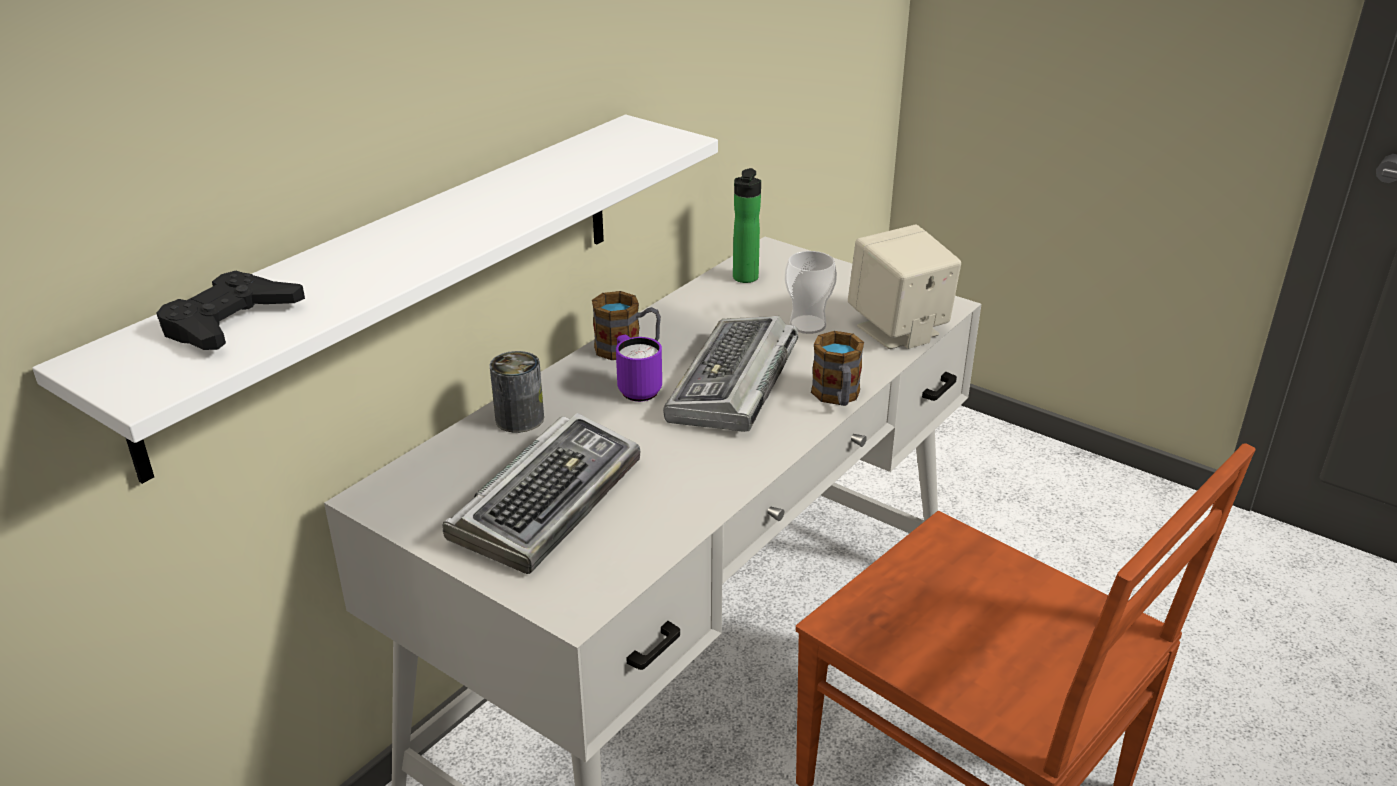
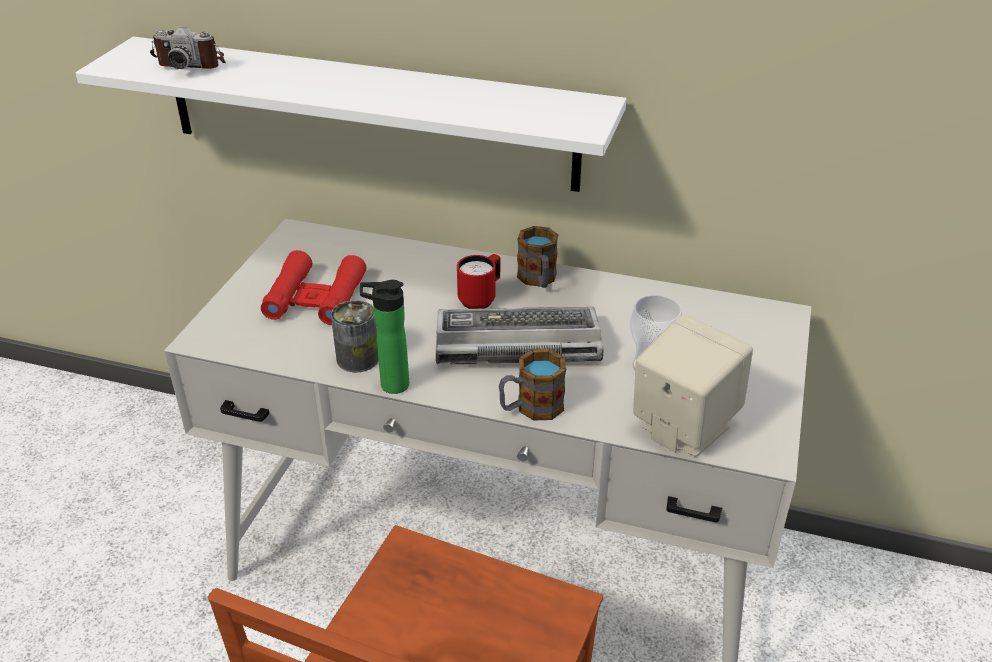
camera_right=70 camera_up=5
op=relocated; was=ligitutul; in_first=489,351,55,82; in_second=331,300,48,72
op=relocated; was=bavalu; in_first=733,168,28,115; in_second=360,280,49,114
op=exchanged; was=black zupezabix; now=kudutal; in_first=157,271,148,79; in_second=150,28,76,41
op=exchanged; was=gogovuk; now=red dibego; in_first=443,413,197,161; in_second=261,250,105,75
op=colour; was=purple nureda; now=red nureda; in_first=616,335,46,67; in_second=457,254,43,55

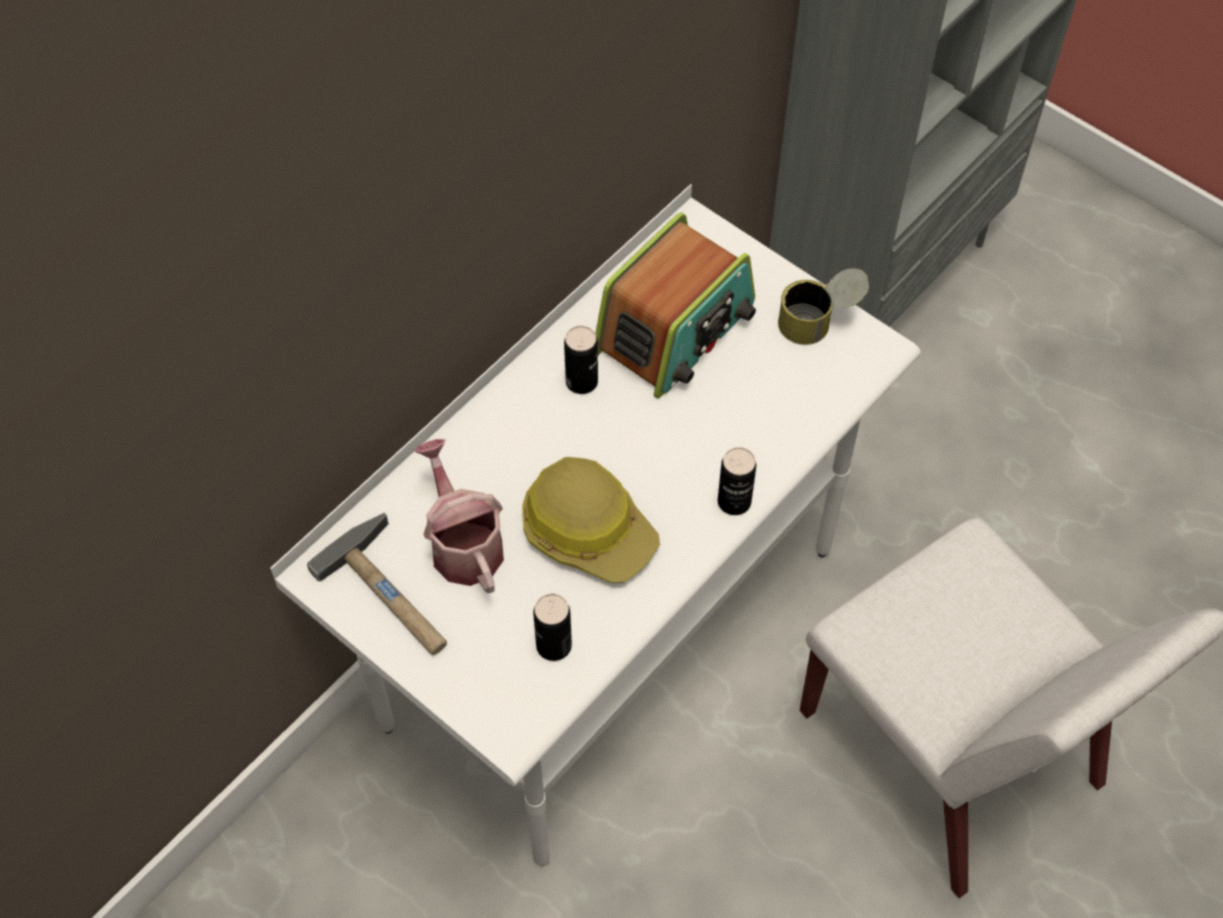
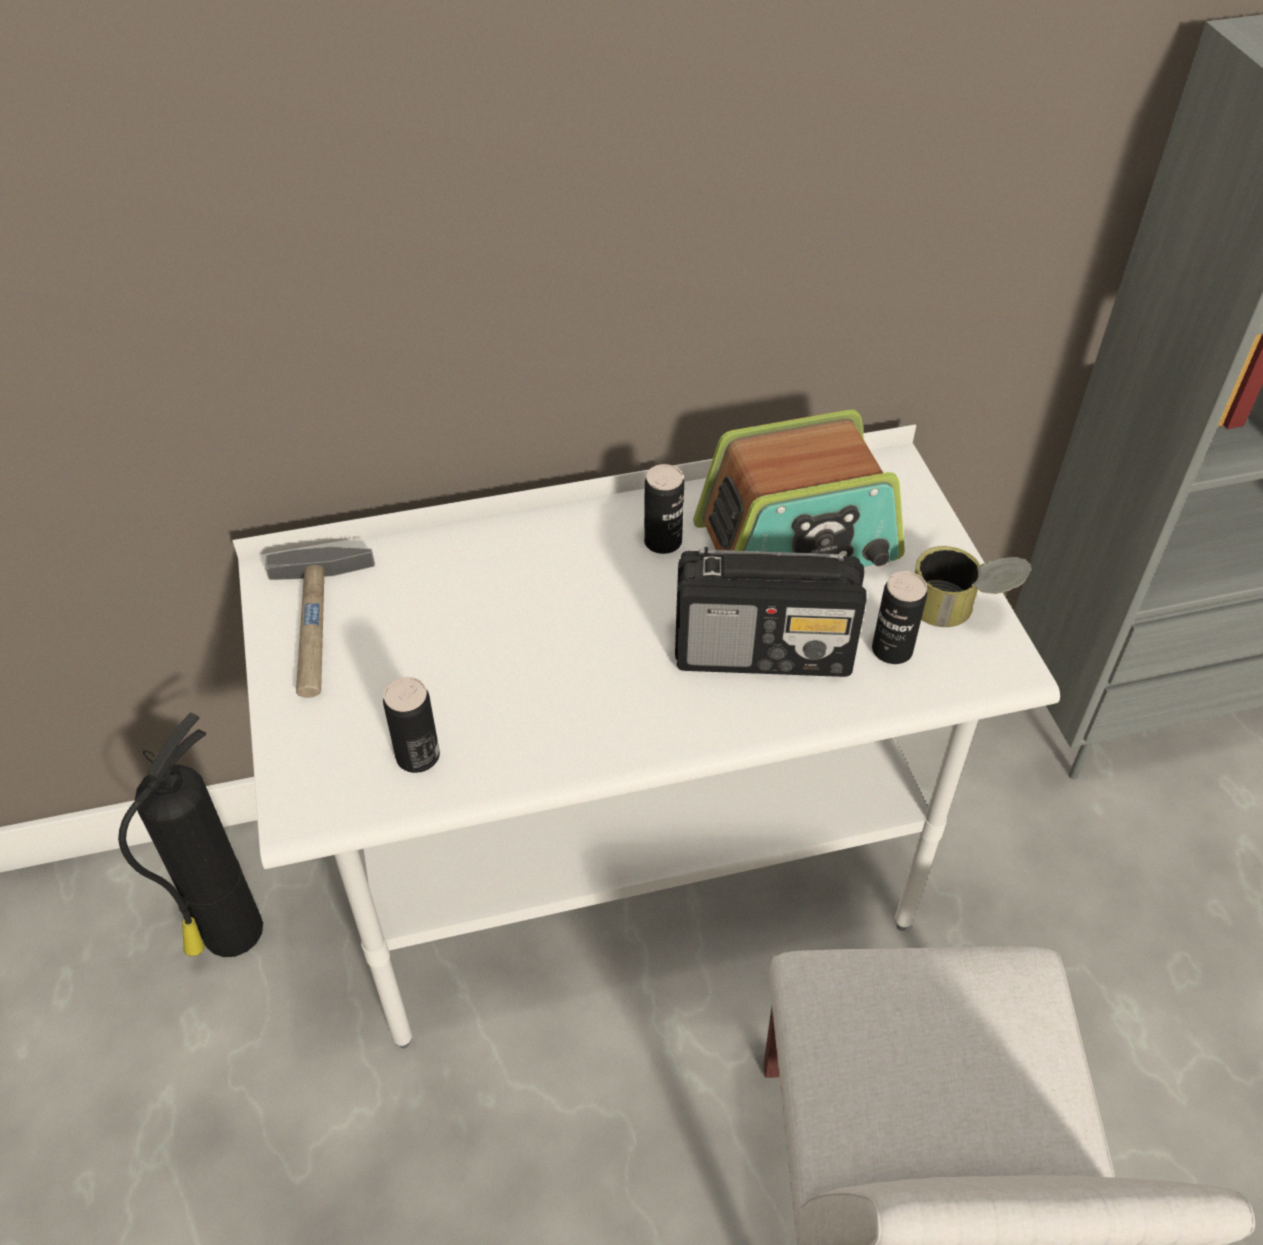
camera_right=35 camera_up=-10
op=missing; was=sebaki; in_first=415,439,89,154
op=missing; was=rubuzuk; in_first=522,457,138,126
op=appeared; now=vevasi; in_second=118,713,145,244
op=appeared; now=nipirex; in_second=675,547,192,130
op=relocated; was=ligitutul; in_first=718,447,38,68; in_second=872,571,55,93

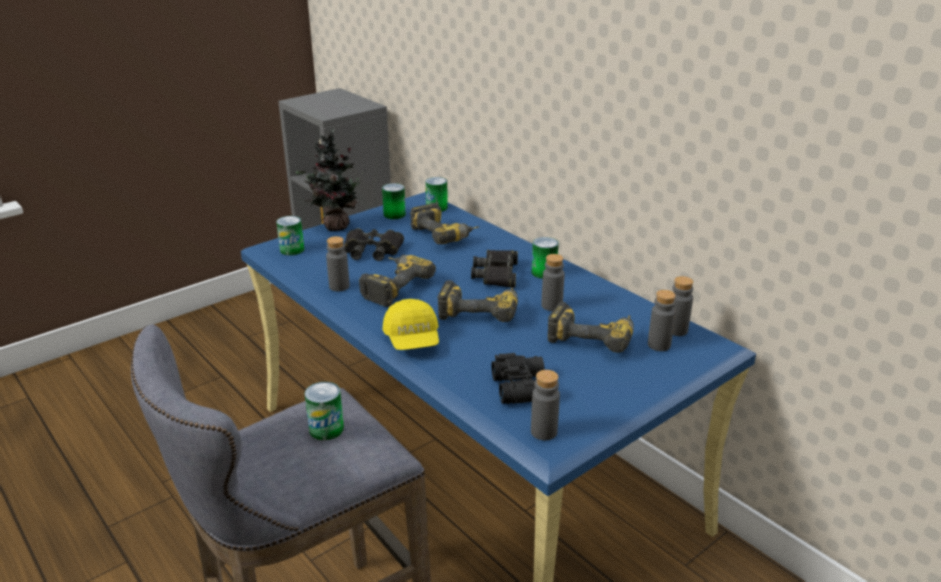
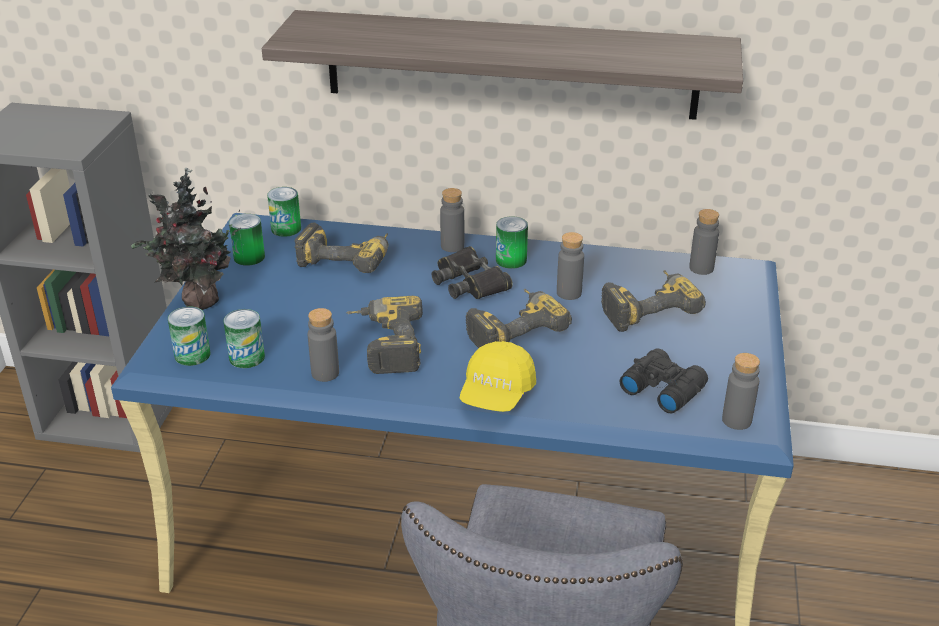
camera_right=-40 camera_up=5
op=missing; was=black dibego; in_first=344,228,60,33
op=appeared; now=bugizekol; in_second=262,10,481,110
op=relocated; was=ligitutul; in_first=304,382,40,58; in_second=224,309,41,59
op=relocated; was=grey bavalu; in_first=648,290,28,61; in_second=440,188,24,64
op=spun; was=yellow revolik; in_first=382,299,57,51; in_second=460,341,76,71; clockwise=75

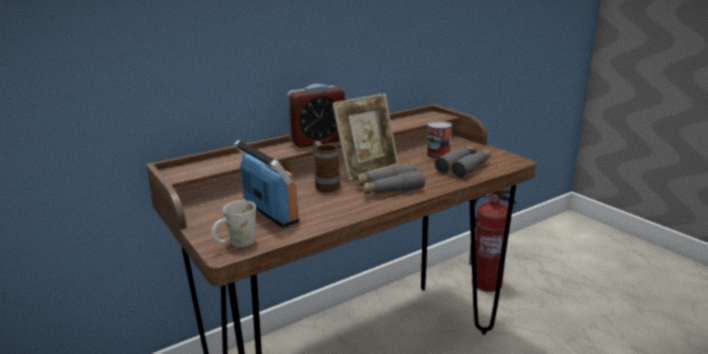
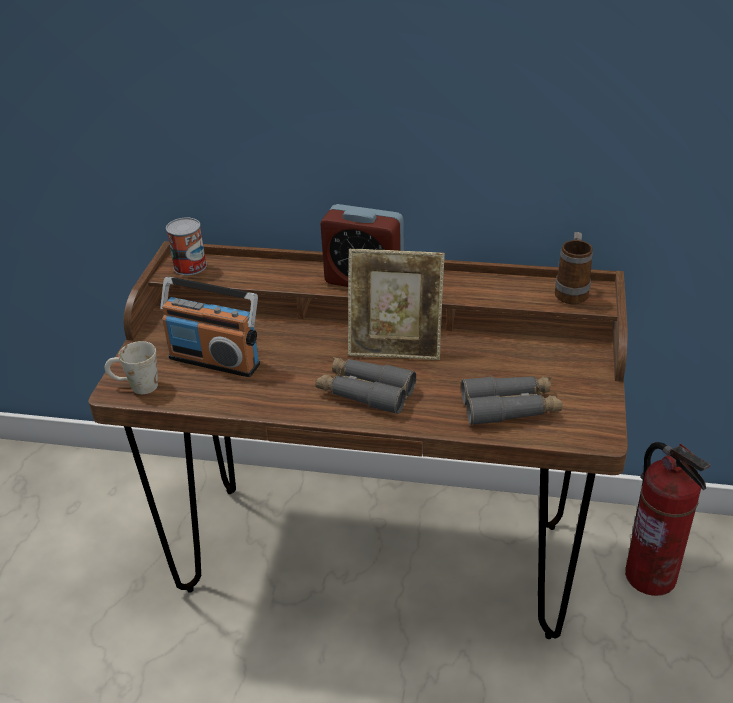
camera_right=45 camera_up=15
op=relocated; was=nureda; in_first=313,141,28,51; in_second=555,232,38,72
op=relocated; was=ligitutul; in_first=427,121,25,38; in_second=166,217,41,58
op=spun; was=nipirex; in_first=234,140,66,88; in_second=160,277,100,100; clockwise=105

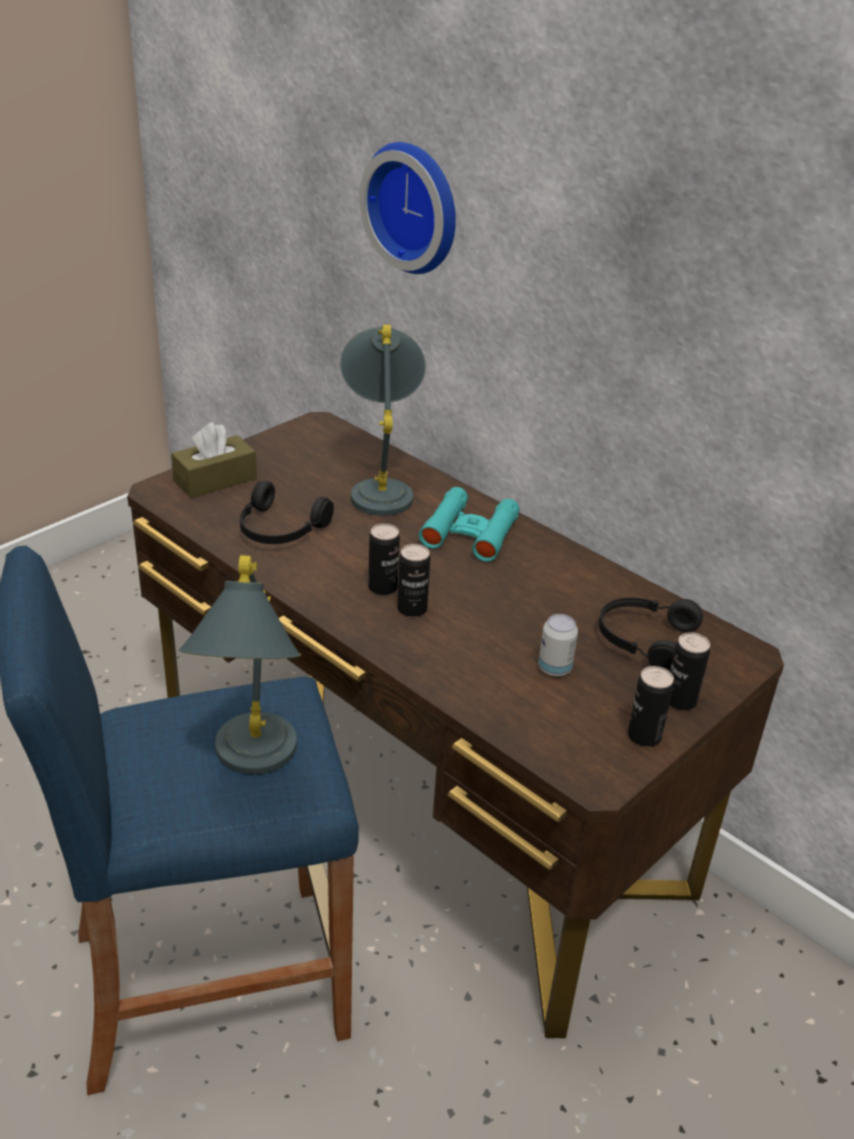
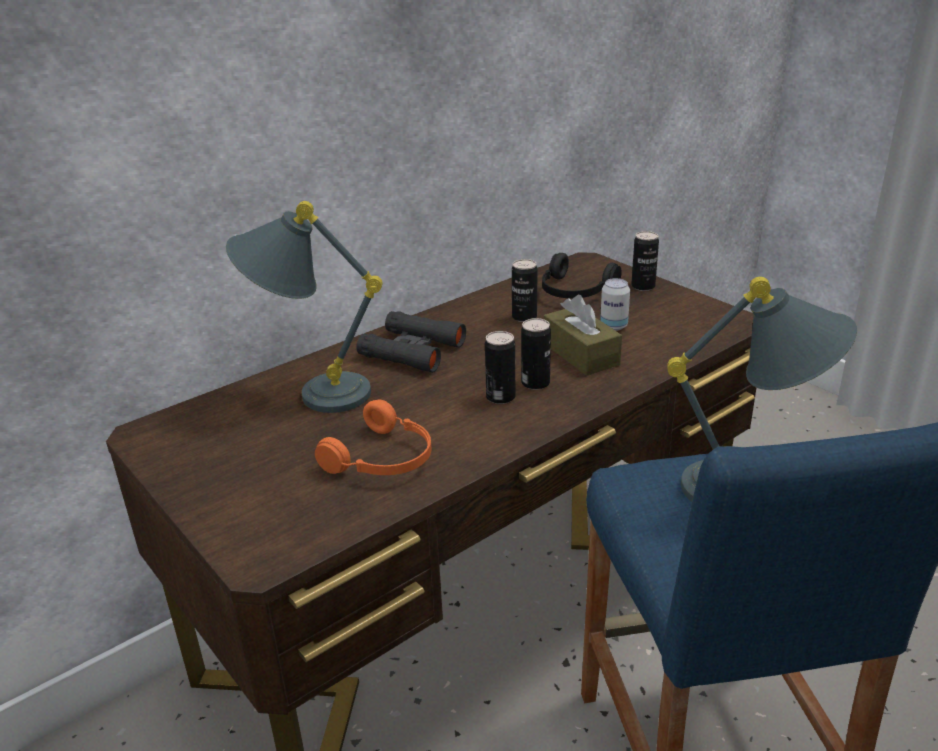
camera_right=-80 camera_up=-5
op=missing; was=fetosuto; in_first=359,142,97,132
op=relocated; was=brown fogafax; in_first=171,422,86,76; in_second=544,295,78,81
op=relocated; was=ligitutul; in_first=628,666,46,81; in_second=512,259,25,63
op=colour; was=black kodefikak; now=orange kodefikak; in_first=240,481,94,63; in_second=315,400,116,75
op=colour; was=turquoise dibego; now=black dibego; in_first=419,487,101,75; in_second=356,311,110,62

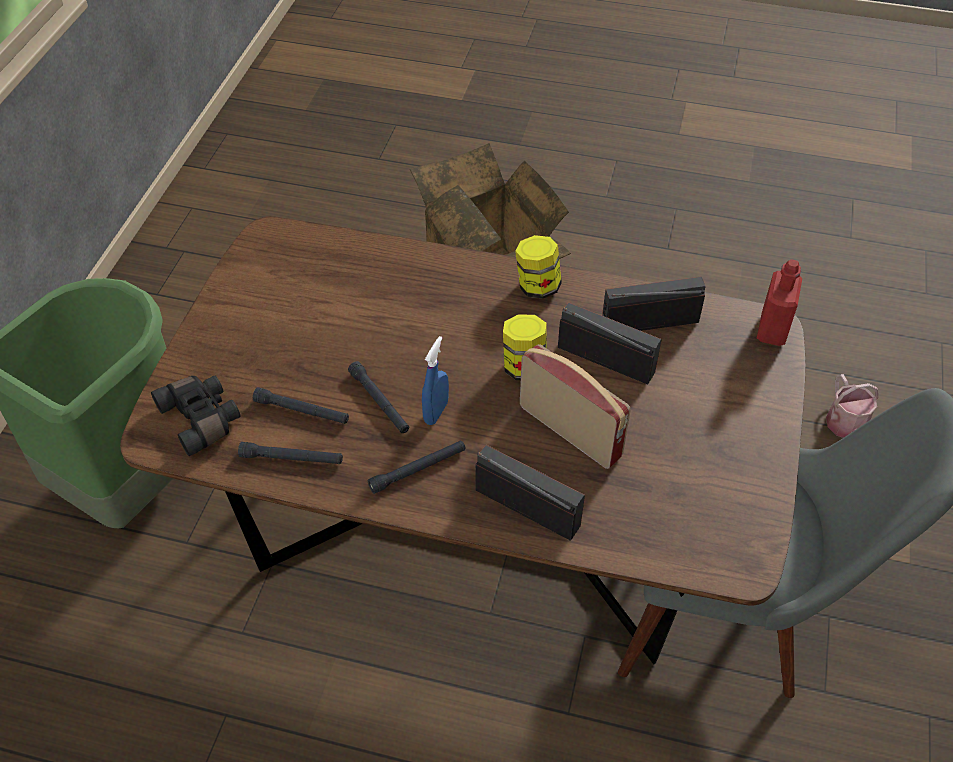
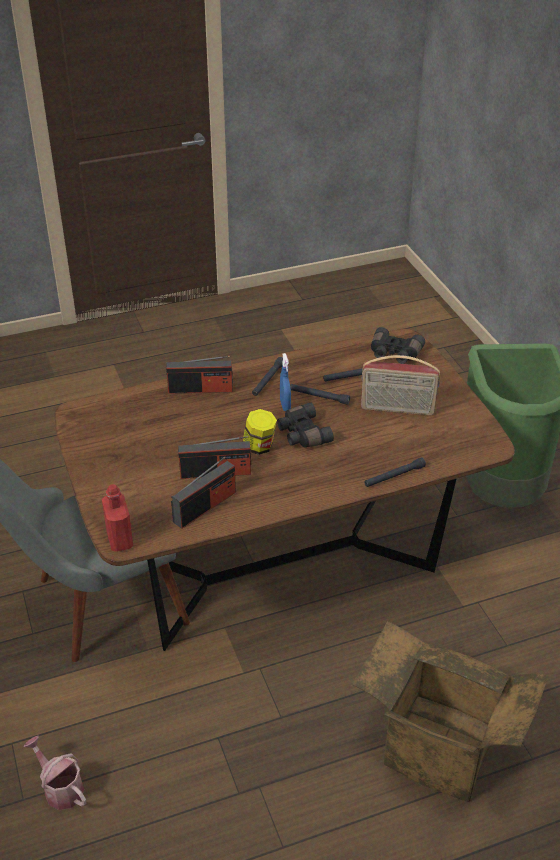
camera_right=145 camera_up=-10
op=missing; was=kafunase; in_first=515,235,47,64
op=appeared; now=black dibego; in_second=277,403,57,45
op=relocated; was=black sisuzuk; in_first=238,442,105,22; in_second=365,457,61,30
op=relocated; was=nipirex; in_first=520,344,111,125; in_second=361,355,79,60

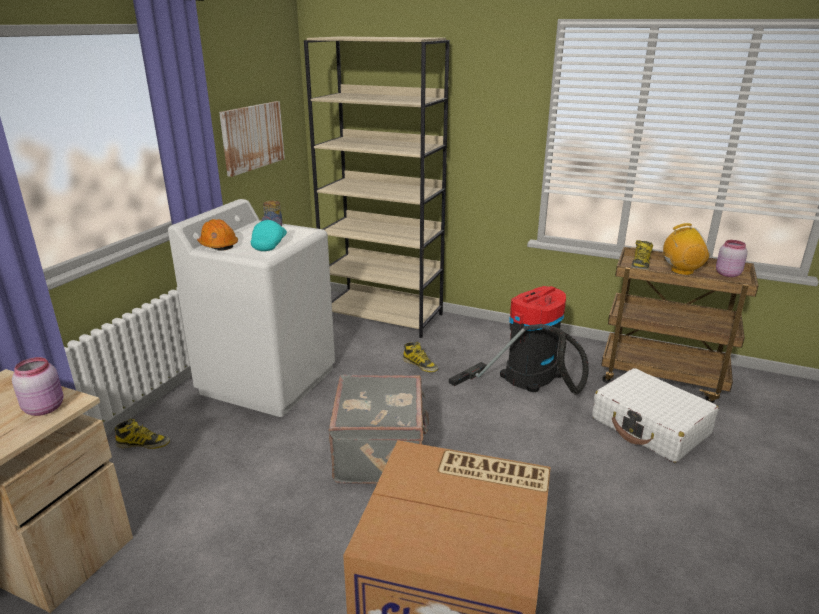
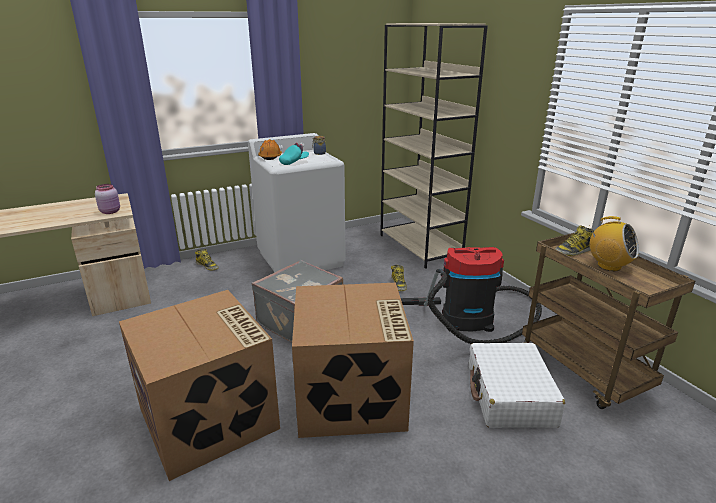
camera_right=40 camera_up=0
op=missing; was=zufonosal; in_first=219,101,66,76
op=missing; was=pink kafunase; in_first=716,240,32,37
op=appeared; now=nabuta; in_second=292,283,122,155

